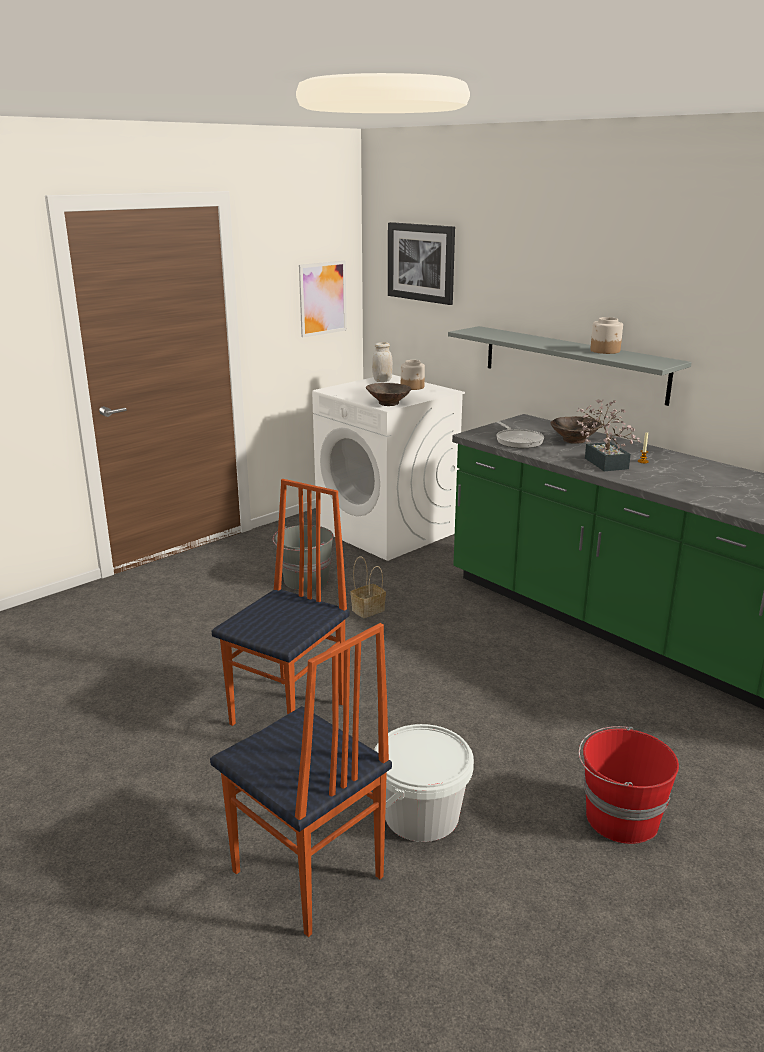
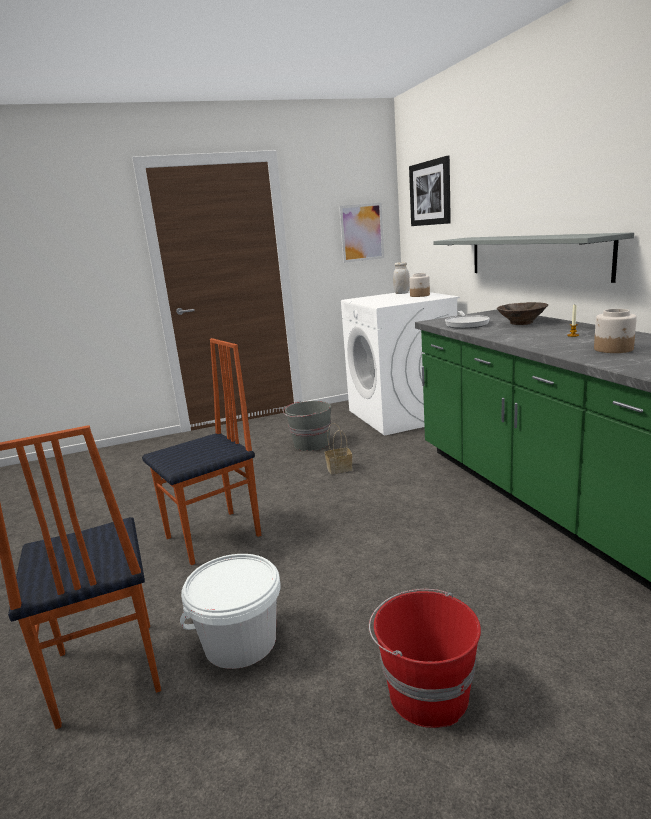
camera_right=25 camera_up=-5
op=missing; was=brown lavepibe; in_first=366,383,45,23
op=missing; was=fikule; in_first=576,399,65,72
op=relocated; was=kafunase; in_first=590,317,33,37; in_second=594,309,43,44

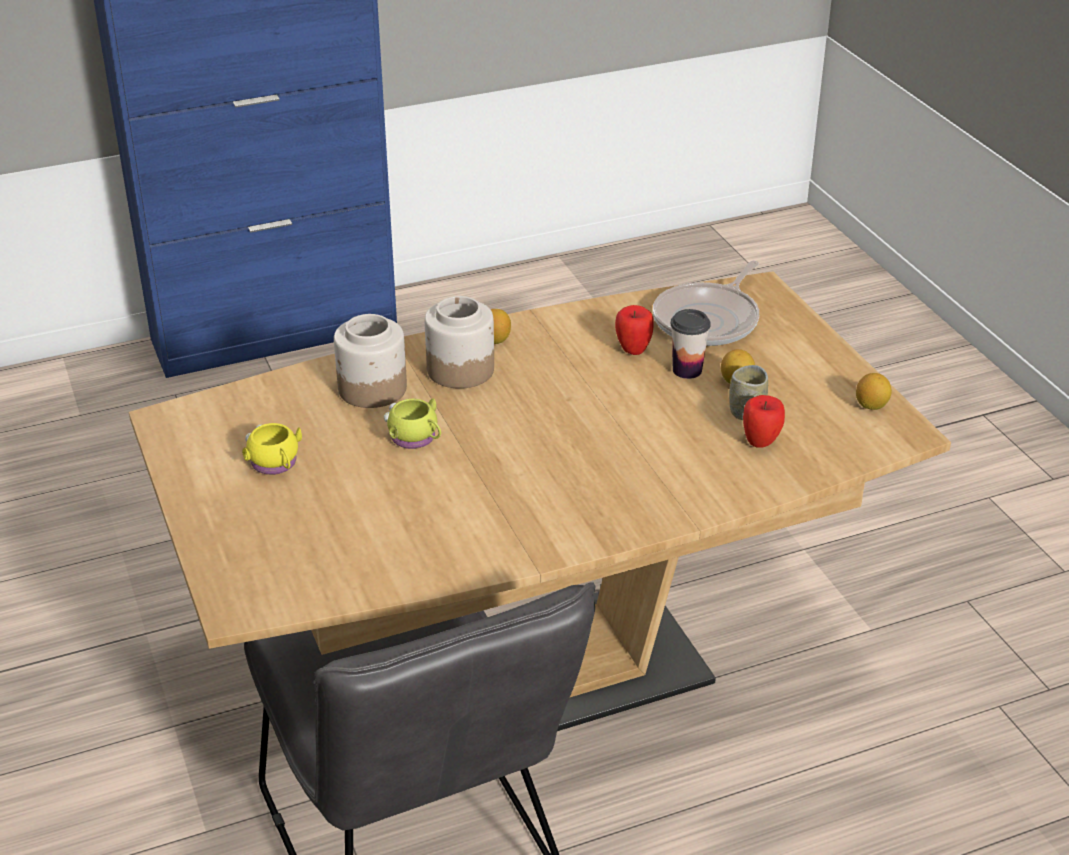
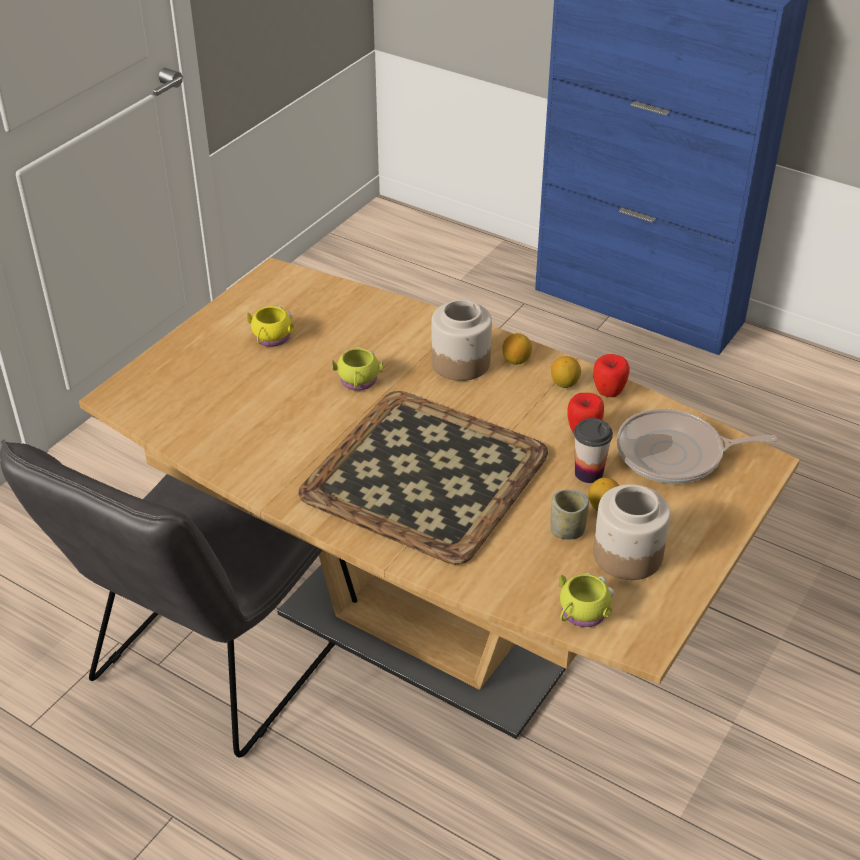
camera_right=55 camera_up=5
op=appeared; now=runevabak; in_second=299,391,249,174
op=appeared; now=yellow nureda; in_second=558,573,56,54
op=relocated; was=kafunase; in_first=334,314,73,94; in_second=593,484,77,96
op=relocated; was=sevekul; in_first=743,395,42,52; in_second=593,354,36,43
op=relocated; was=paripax; in_first=856,373,36,37; in_second=551,356,30,32

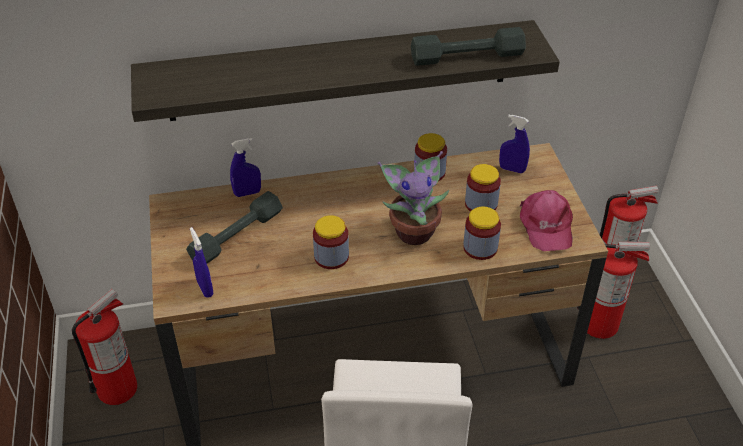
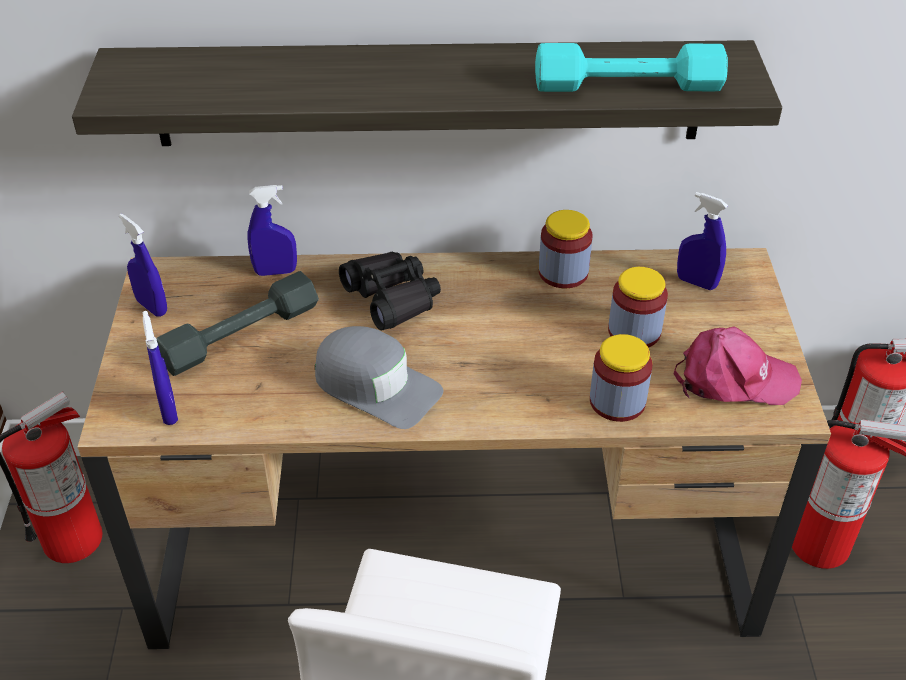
camera_right=10 camera_up=0
op=missing; was=fikule; in_first=378,151,71,94
op=appeared; now=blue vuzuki; in_second=119,214,48,103
op=appeared; now=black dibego; in_second=339,252,102,79
op=exchanged; was=kafunase; now=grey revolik; in_first=313,215,36,54; in_second=315,326,128,103
op=colour; was=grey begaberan; now=turquoise begaberan; in_first=411,27,115,39; in_second=535,43,193,49
op=spun; was=pink revolik; in_first=520,190,53,61; in_second=673,327,129,78; clockwise=-90

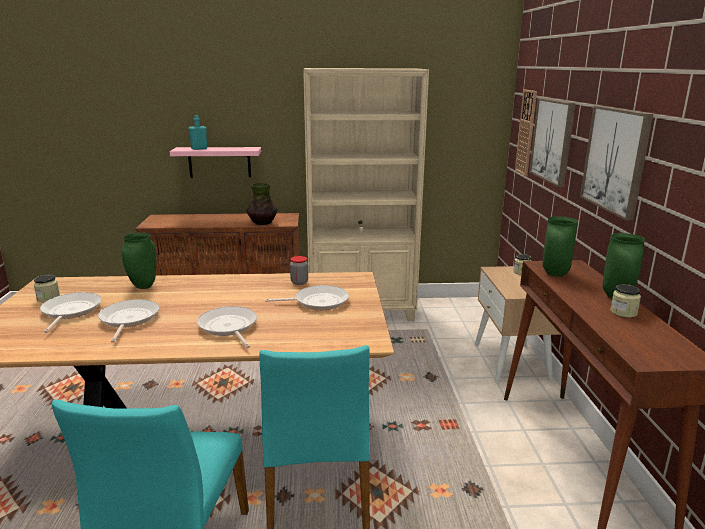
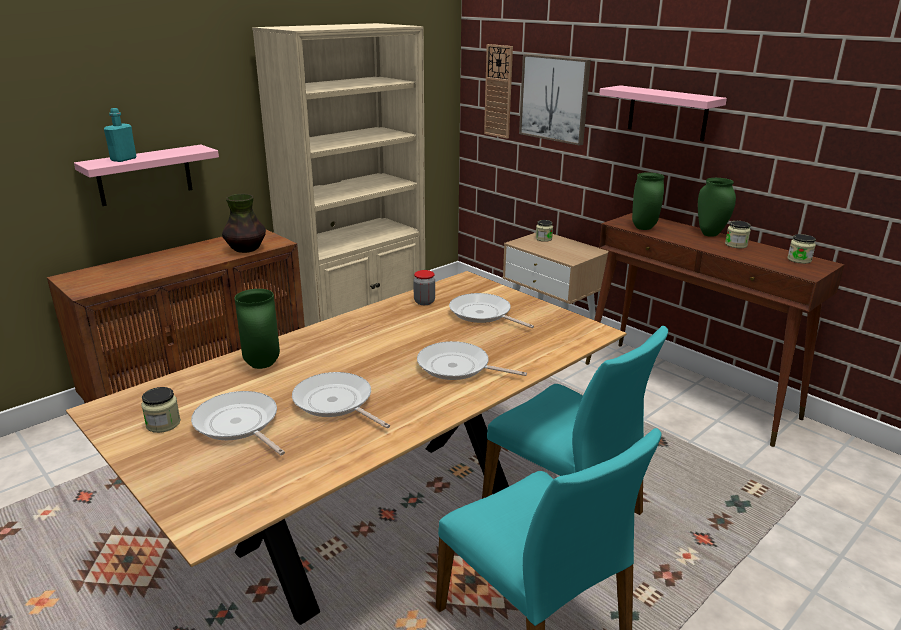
camera_right=-40 camera_up=5
op=appeared; now=kafunase; in_second=787,234,29,30
op=exchanged; was=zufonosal; now=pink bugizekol; in_first=580,106,73,115; in_second=599,85,128,56
op=spun; was=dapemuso; in_first=265,285,84,25; in_second=449,293,85,35; clockwise=-90

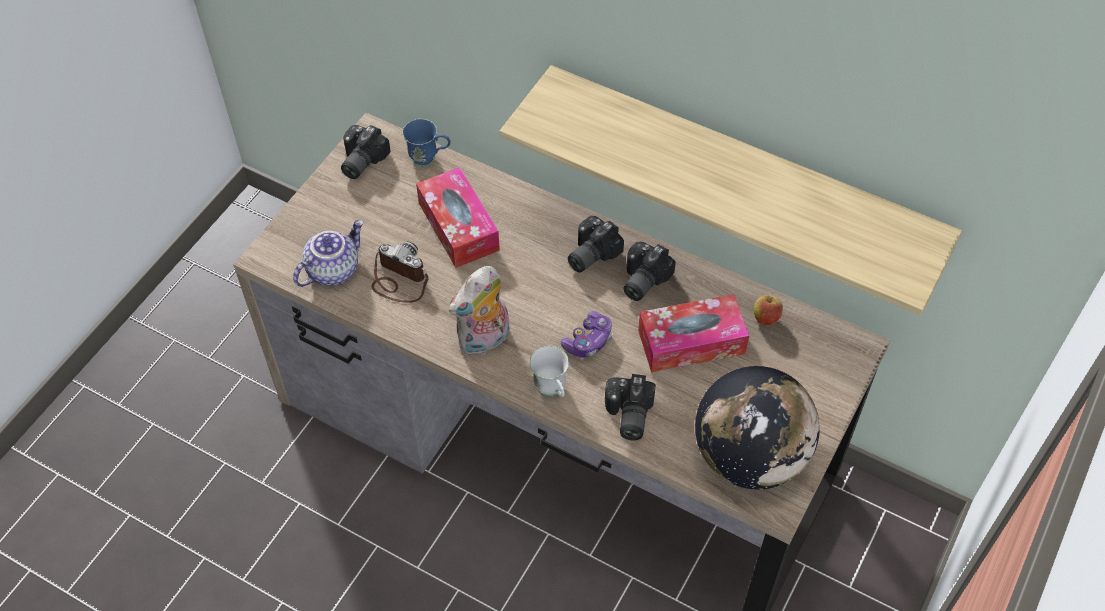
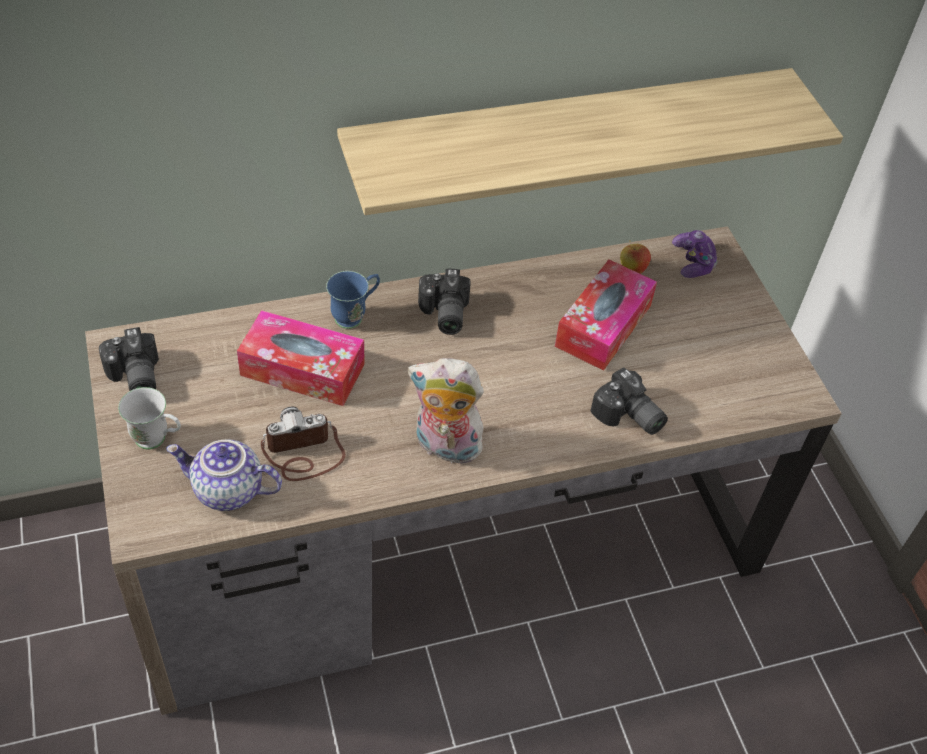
camera_right=-50 camera_up=-5
op=missing; was=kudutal; in_first=623,242,53,59
op=missing; was=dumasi; in_first=695,366,125,124
op=relocated; was=blue nureda; in_first=402,119,48,48; in_second=326,271,54,58
op=relocated; was=white nureda; in_first=530,346,39,51; in_second=118,387,63,62
op=relocated; was=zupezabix; in_first=561,312,51,46; in_second=672,230,46,48
op=spun; was=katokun; in_first=293,220,71,67; in_second=166,439,116,72; clockwise=-75
op=spun; was=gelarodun; in_first=449,266,61,90; in_second=408,358,76,106; clockwise=105

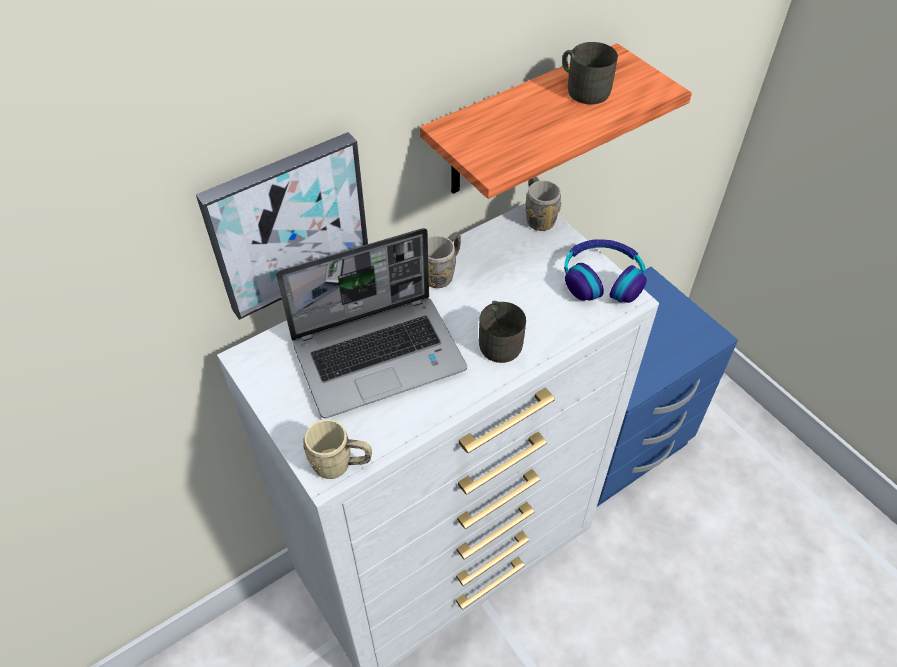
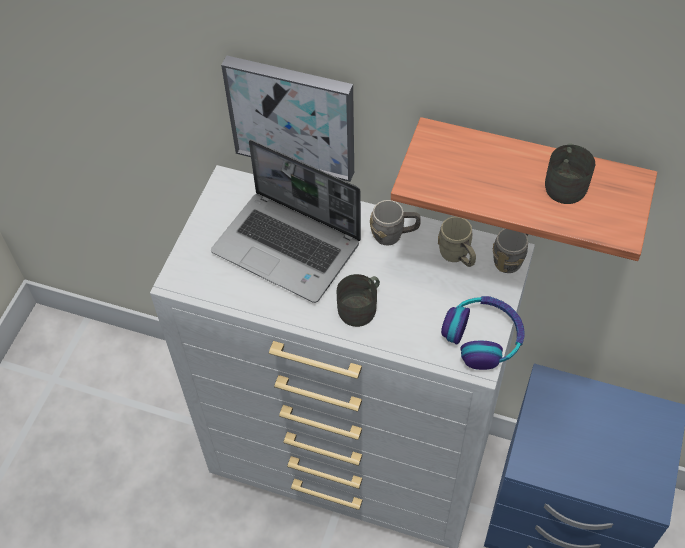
camera_right=55 camera_up=5
op=relocated; was=beige nureda; in_first=303,420,69,59; in_second=438,216,38,51

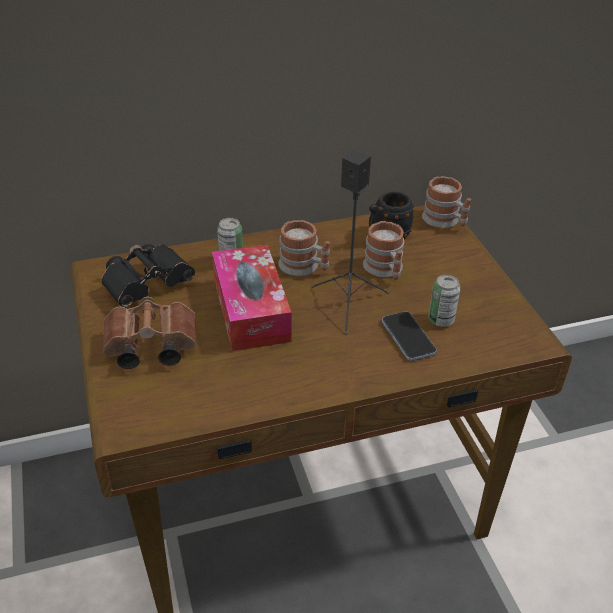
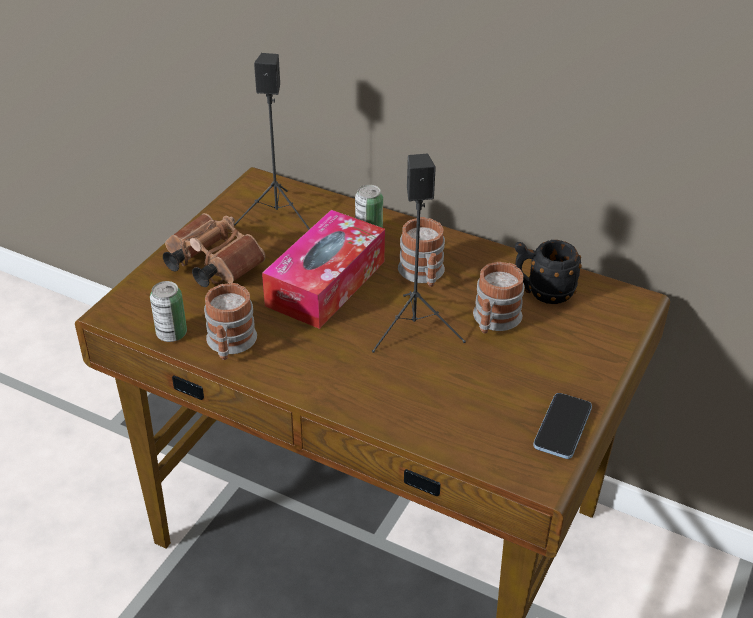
camera_right=45 camera_up=0
op=relocated; was=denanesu; in_first=382,311,55,50; in_second=533,393,59,66
op=relocated; was=nureda; in_first=422,176,49,52; in_second=204,283,53,77
op=relocated; was=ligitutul; in_first=428,274,33,53; in_second=150,281,37,61
op=exchanged; was=black dibego; now=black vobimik; in_first=101,244,94,63; in_second=234,53,76,177

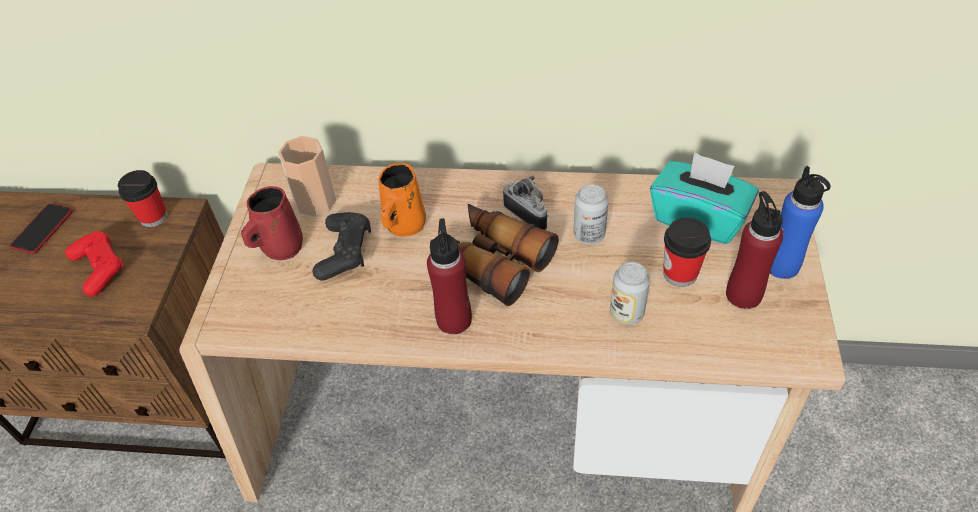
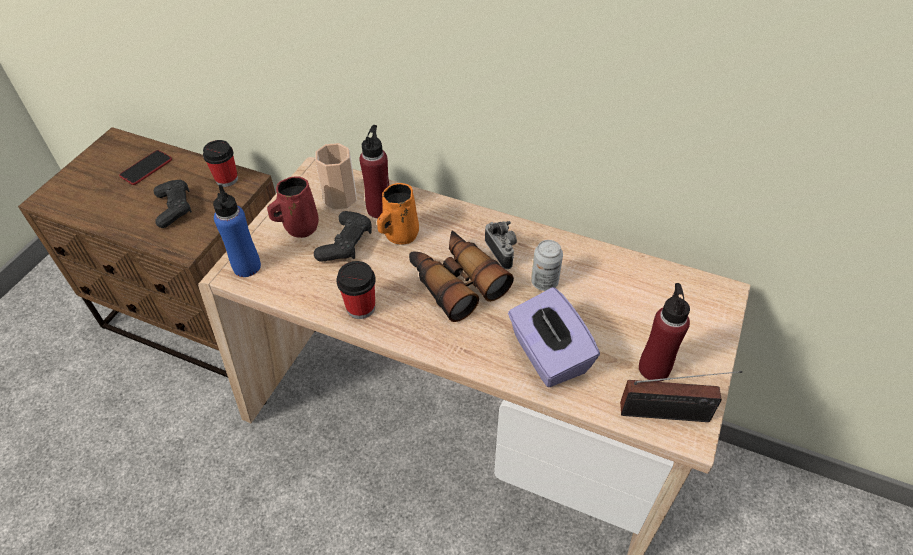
camera_right=15 camera_up=0
op=missing; was=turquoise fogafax; in_first=650,152,109,92
op=appeared; now=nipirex; in_second=620,371,122,51
op=relocated; was=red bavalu; in_first=427,218,45,116; in_second=359,125,30,93
op=relocated; was=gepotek; in_first=663,217,48,70; in_second=336,261,40,58
op=relocated; was=blue bavalu; in_first=770,166,60,113; in_second=213,184,48,93
op=exchanged; was=ligitutul; now=purple fogafax; in_first=610,262,40,63; in_second=508,287,92,100
op=colour; was=red zupezabix; now=black zupezabix; in_first=65,231,60,65; in_second=154,180,38,48

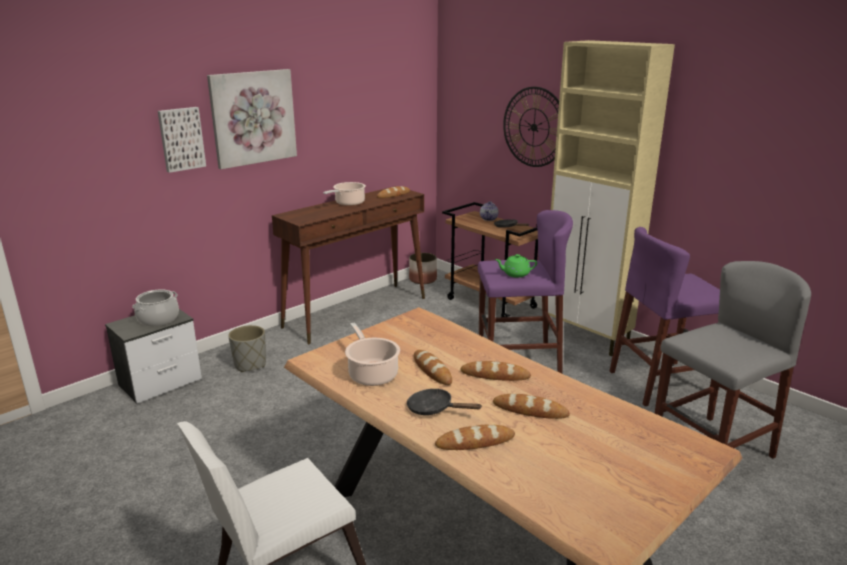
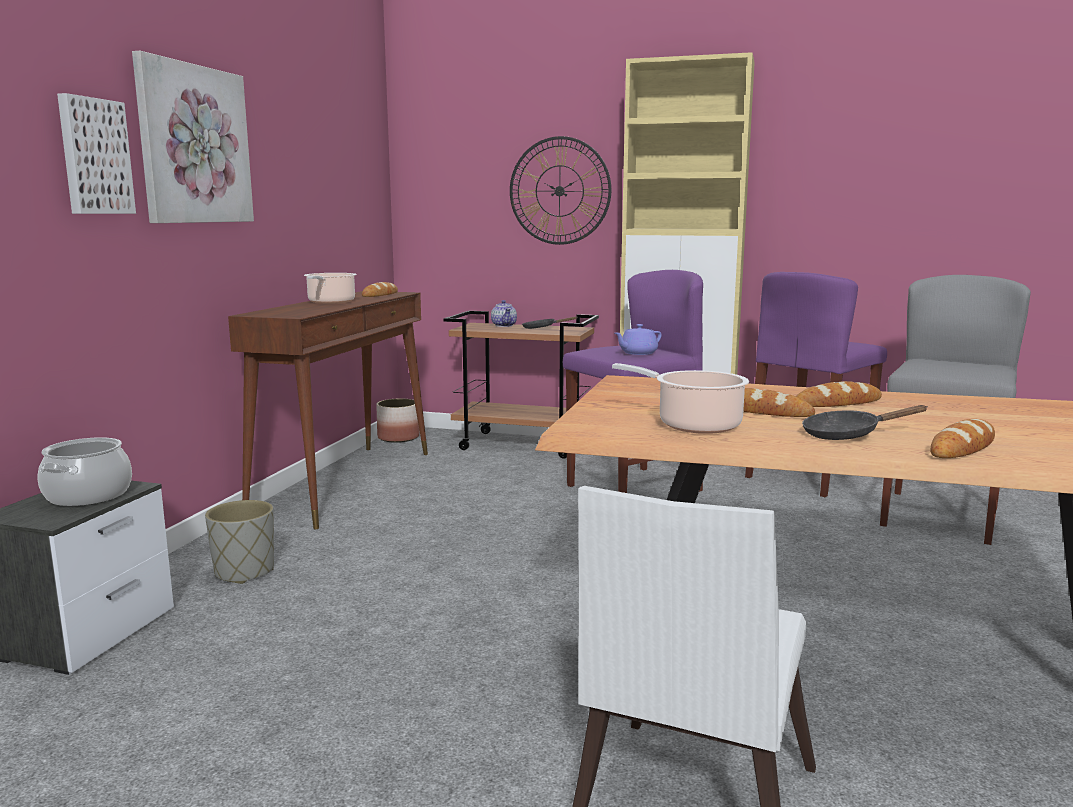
camera_right=-30 camera_up=-10
op=missing; was=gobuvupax; in_first=493,394,77,25
op=colour; was=green katokun; now=purple katokun; in_first=495,254,42,24; in_second=615,324,47,31

